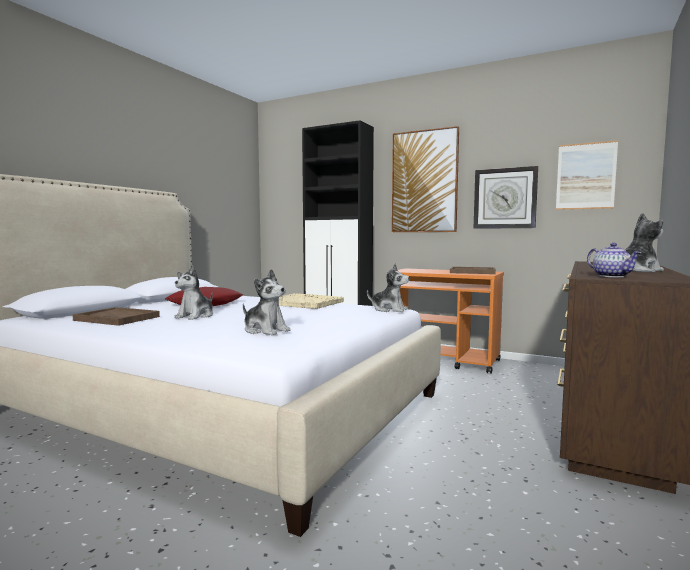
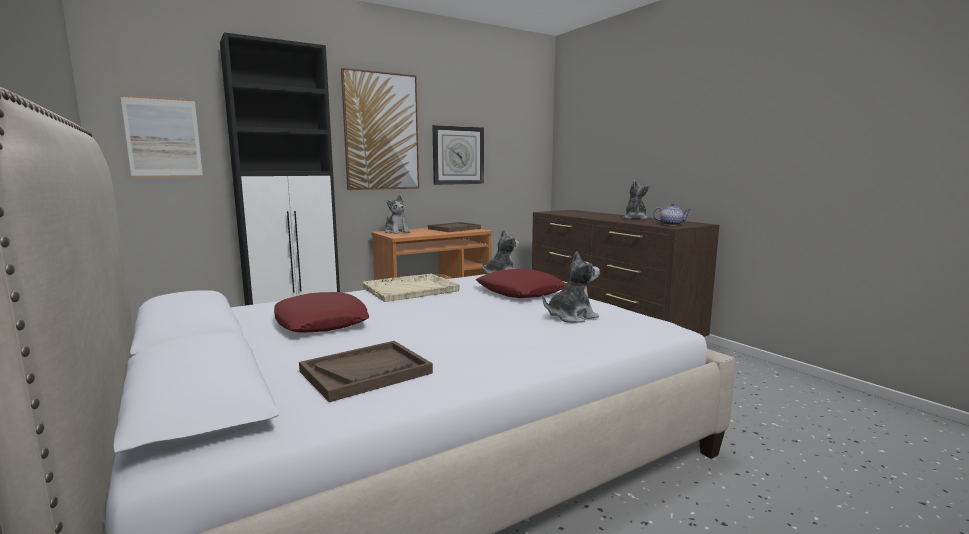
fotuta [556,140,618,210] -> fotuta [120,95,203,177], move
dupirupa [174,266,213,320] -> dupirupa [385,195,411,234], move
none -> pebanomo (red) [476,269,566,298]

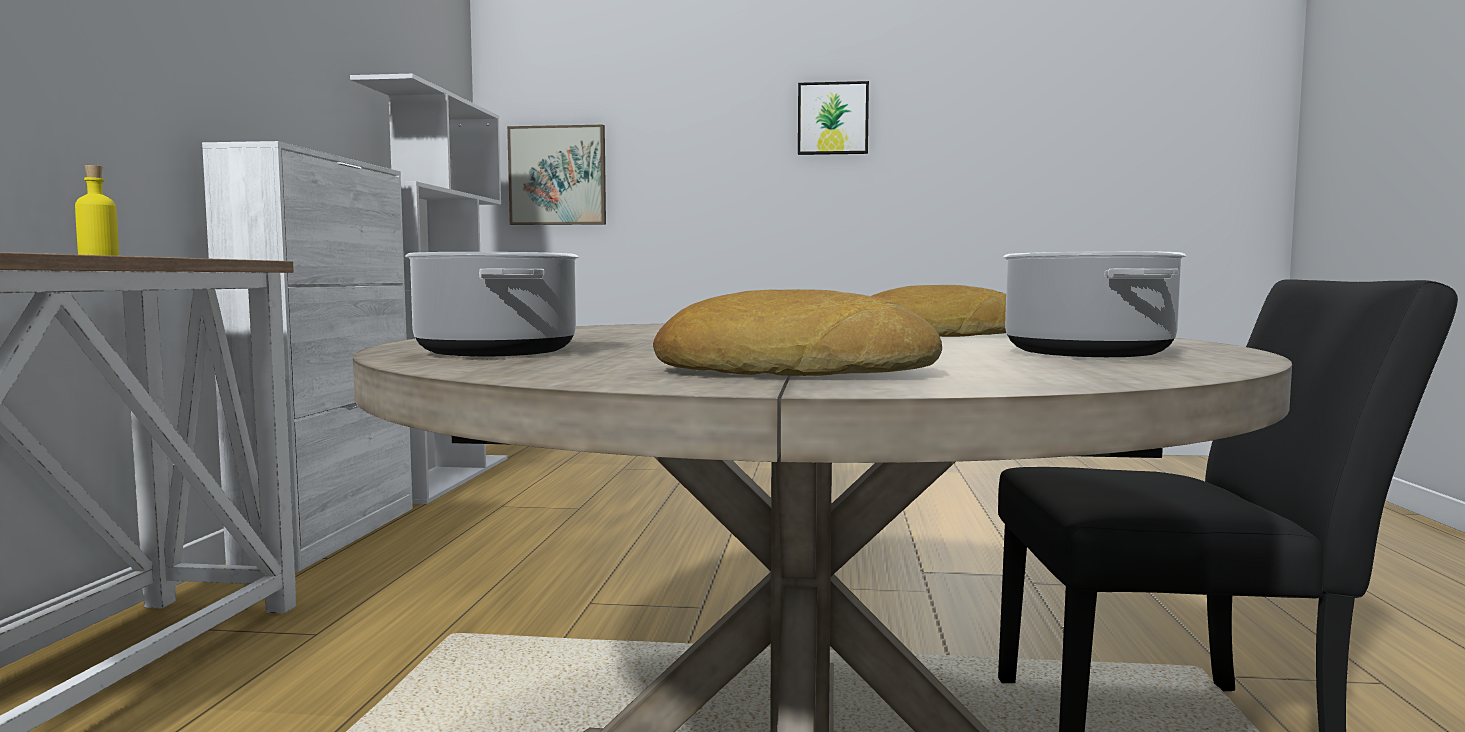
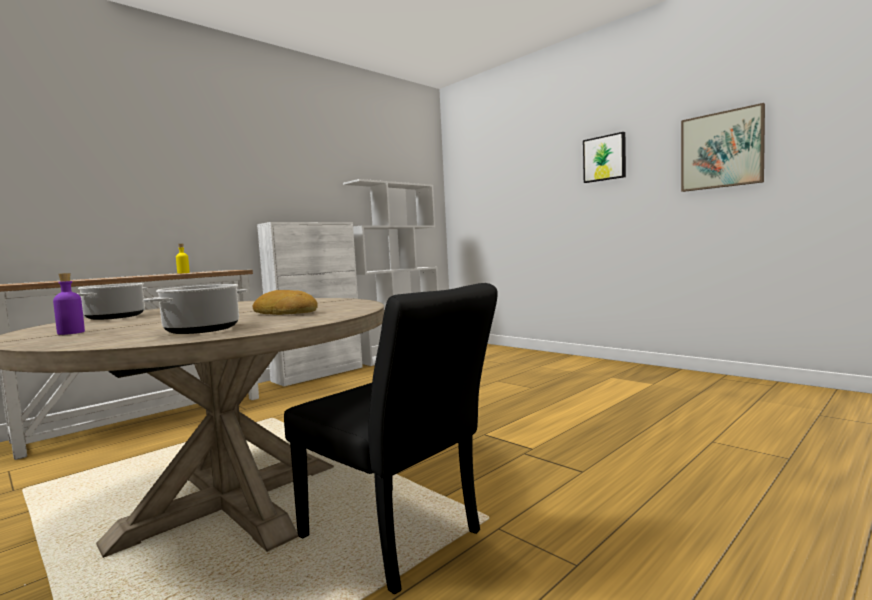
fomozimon [653,289,942,376] -> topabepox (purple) [53,273,85,335]
fotuta [507,125,606,225] -> fotuta [681,103,765,192], move

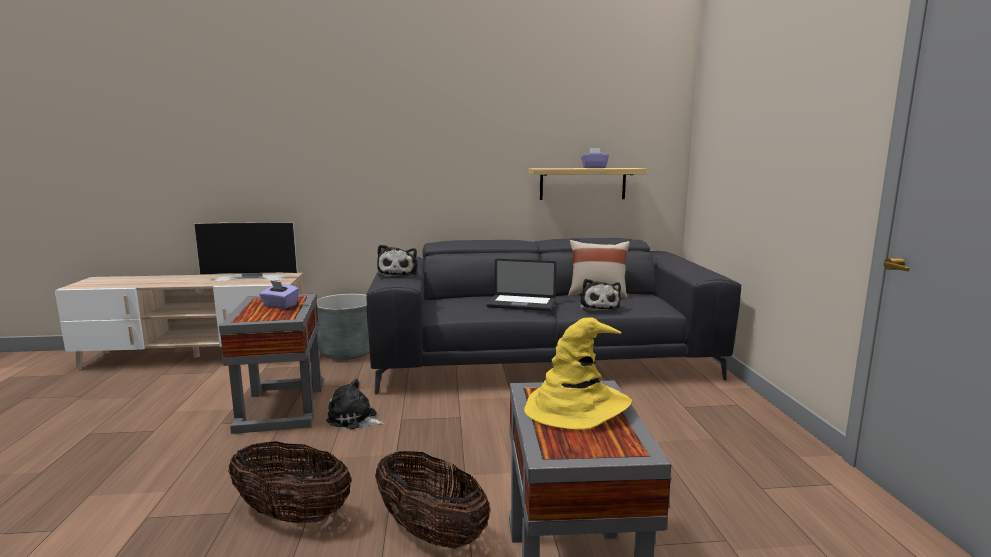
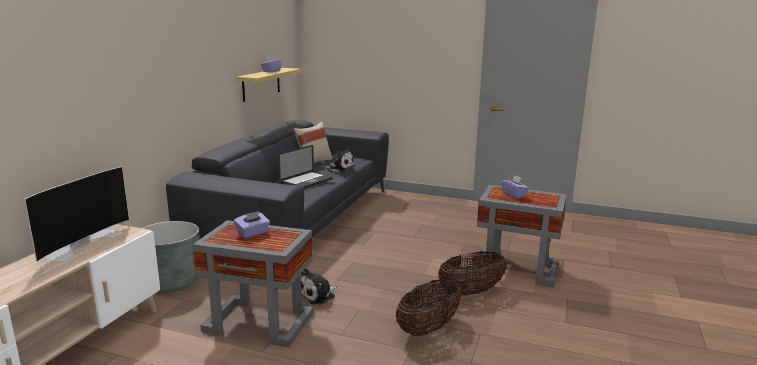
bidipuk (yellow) [524,318,632,430] -> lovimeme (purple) [501,175,529,199]
dupirupa [377,244,417,276] -> none

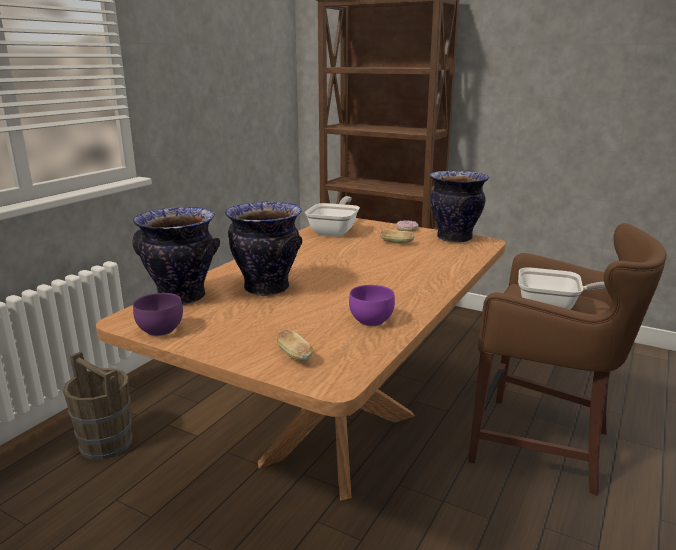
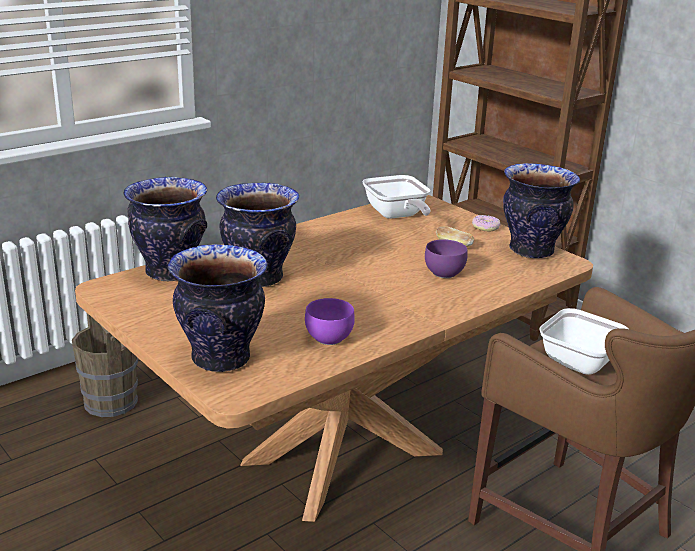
fomozimon [277,330,313,362] -> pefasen [167,244,268,372]
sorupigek [305,196,360,237] -> sorupigek [362,175,431,219], 120 degrees clockwise
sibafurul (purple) [133,293,183,336] -> sibafurul (purple) [425,239,467,278], move

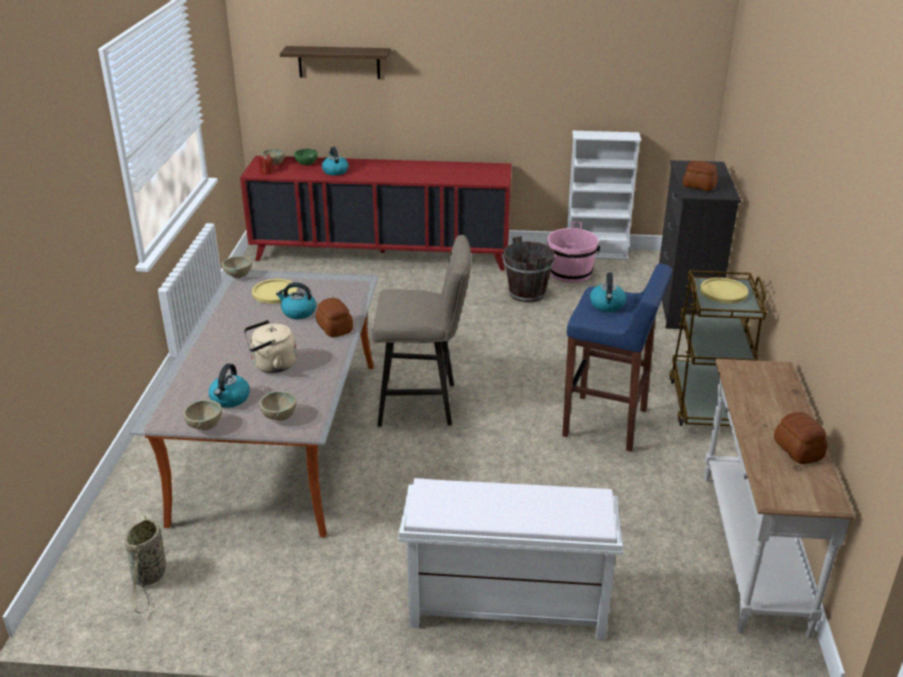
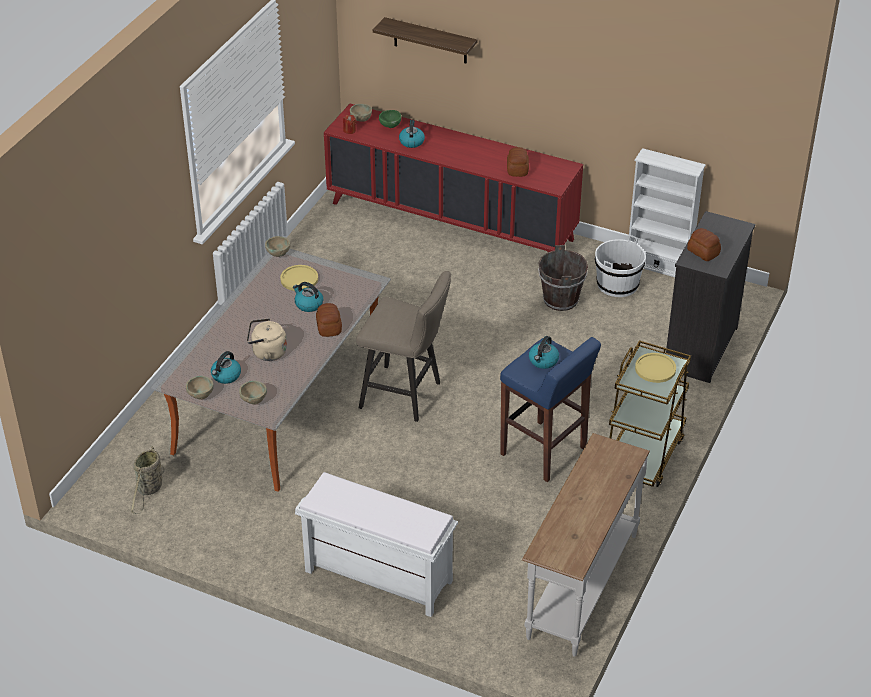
fomozimon [774,412,828,464] -> fomozimon [507,147,529,177], move
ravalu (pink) [547,222,599,283] -> ravalu (white) [595,235,646,297]

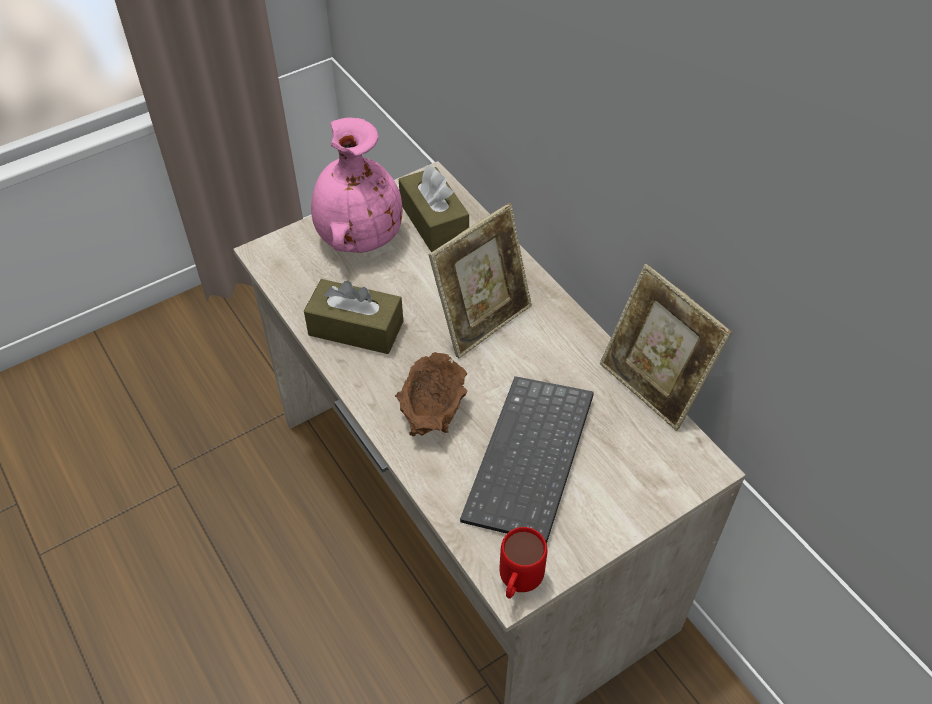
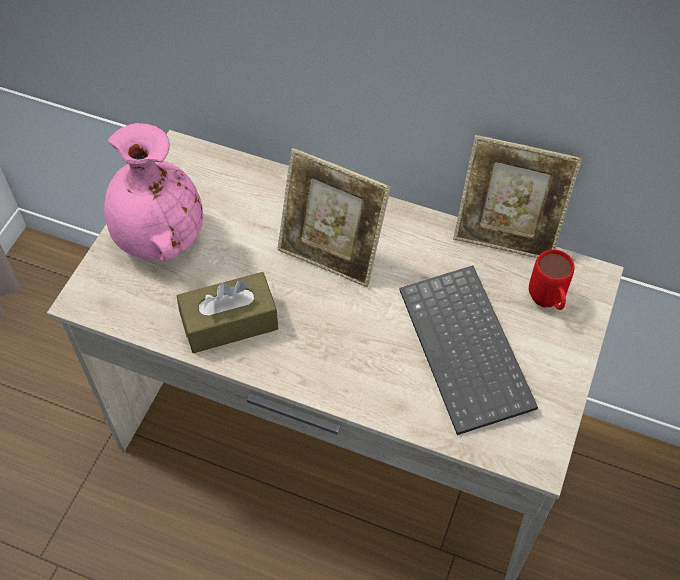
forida [429,203,532,358] -> forida [278,148,391,287], 105 degrees clockwise
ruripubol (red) [500,527,547,599] -> ruripubol (red) [529,249,574,310], move
sibafurul (brown) [395,352,467,436] -> none
lovimeme (brown) [399,165,469,252] -> none

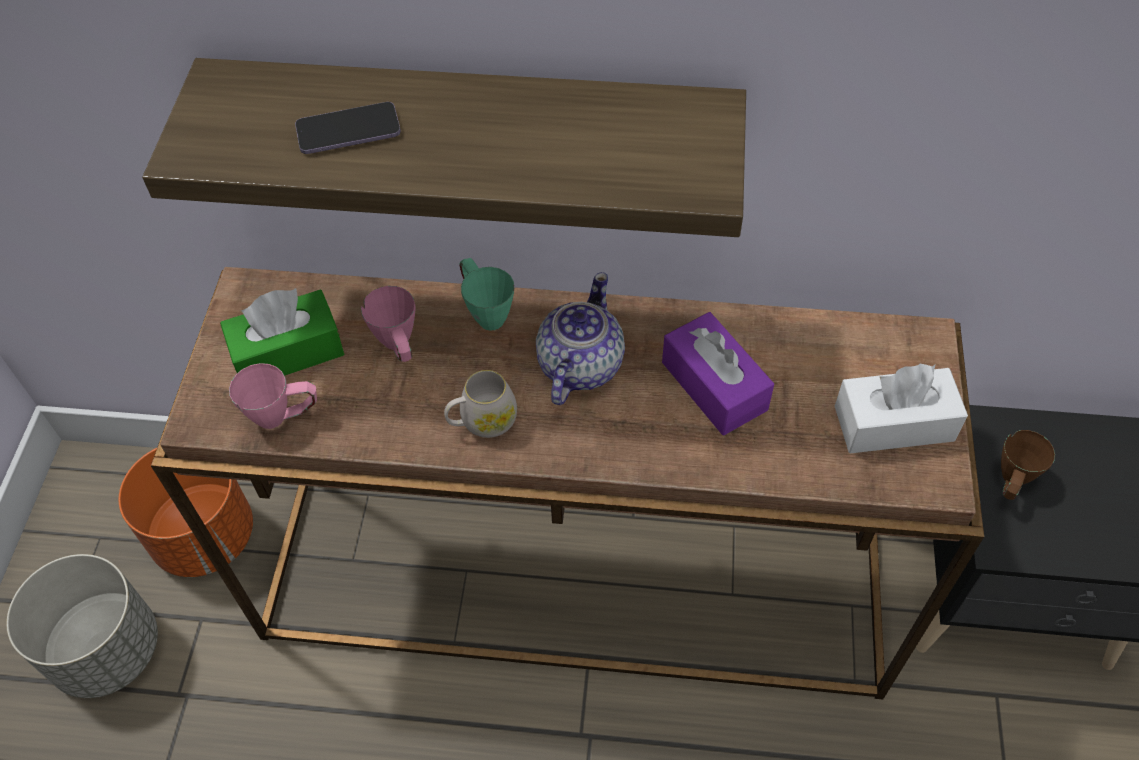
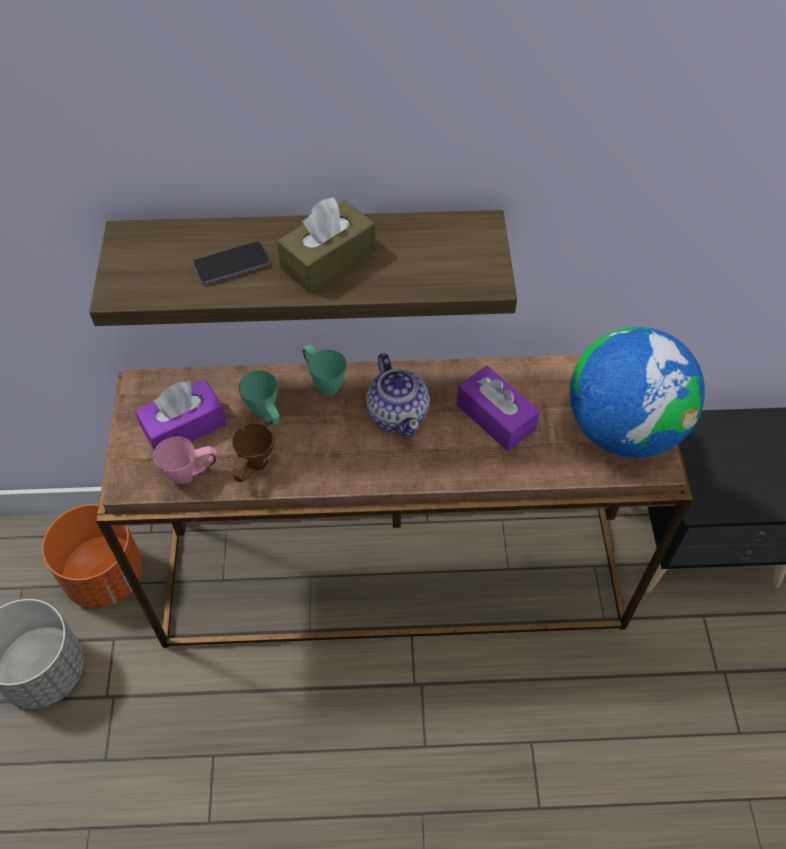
lovimeme (green) [220,288,344,376] -> lovimeme (purple) [135,379,227,451]
ruripubol (brown) [1001,430,1055,500] -> ruripubol (brown) [232,423,273,482], move
ruripubol (pink) [361,286,416,362] -> ruripubol (green) [238,371,280,424]
none -> lovimeme (brown) [277,197,375,293]
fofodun [536,272,625,405] -> fofodun [366,353,430,438], 150 degrees clockwise
lovimeme (white) [835,364,968,453] -> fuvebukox [570,327,705,458]
ruripubol (white) [444,370,517,438] -> none

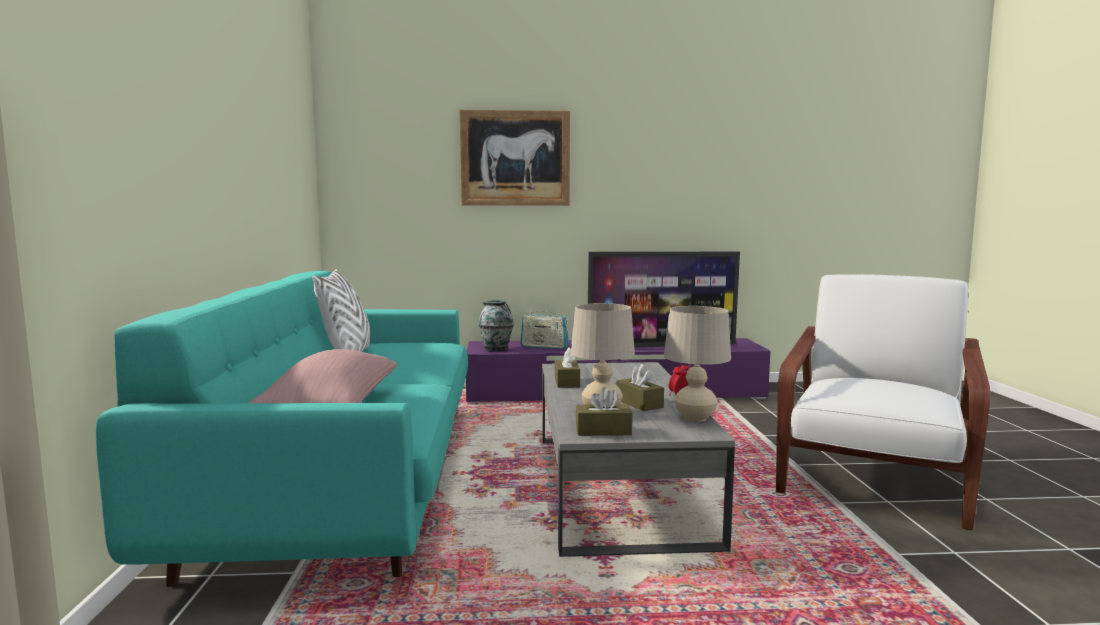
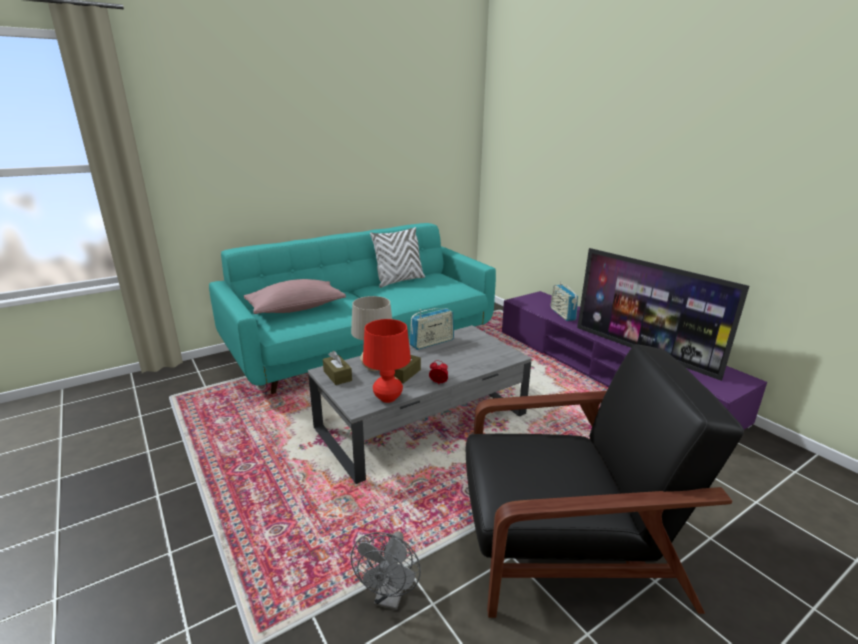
none -> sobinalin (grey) [351,531,421,610]
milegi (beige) [664,306,731,422] -> milegi (red) [363,319,411,403]
lovimeme (brown) [555,348,580,388] -> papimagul [409,308,454,350]
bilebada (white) [776,274,990,530] -> bilebada (black) [466,344,744,618]
fotuta [460,110,570,206] -> none
pefasen [478,300,514,352] -> none

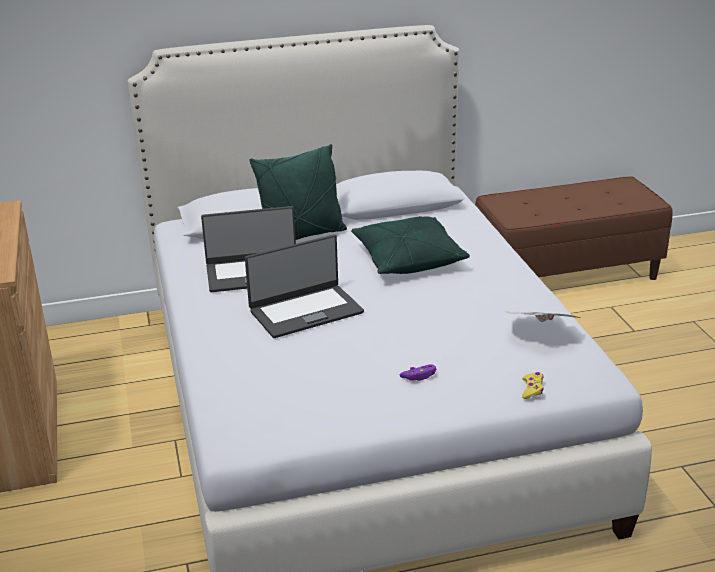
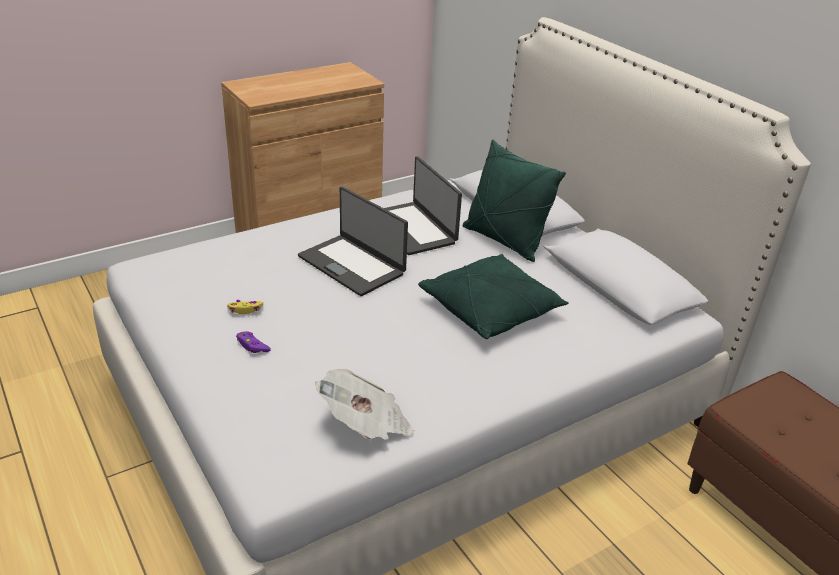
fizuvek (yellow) [522,372,544,399] -> fizuvek (yellow) [227,300,263,314], move

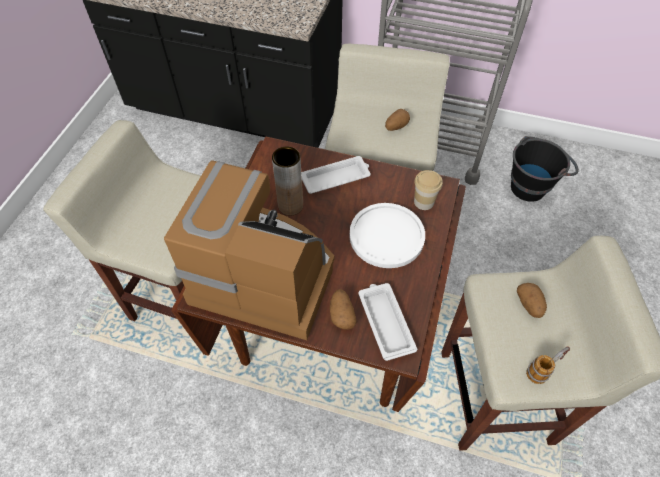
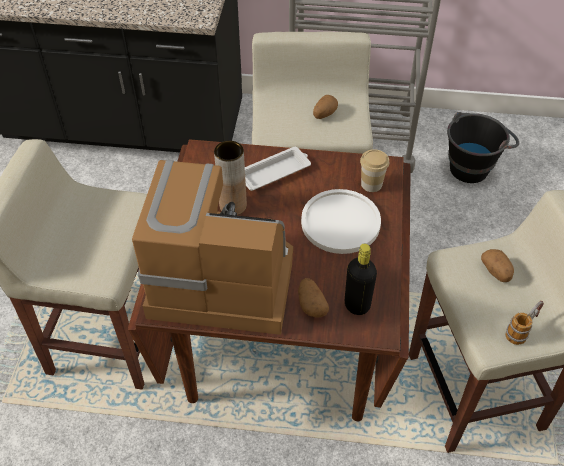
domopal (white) [358,283,417,361] -> topabepox (black) [345,244,377,315]

